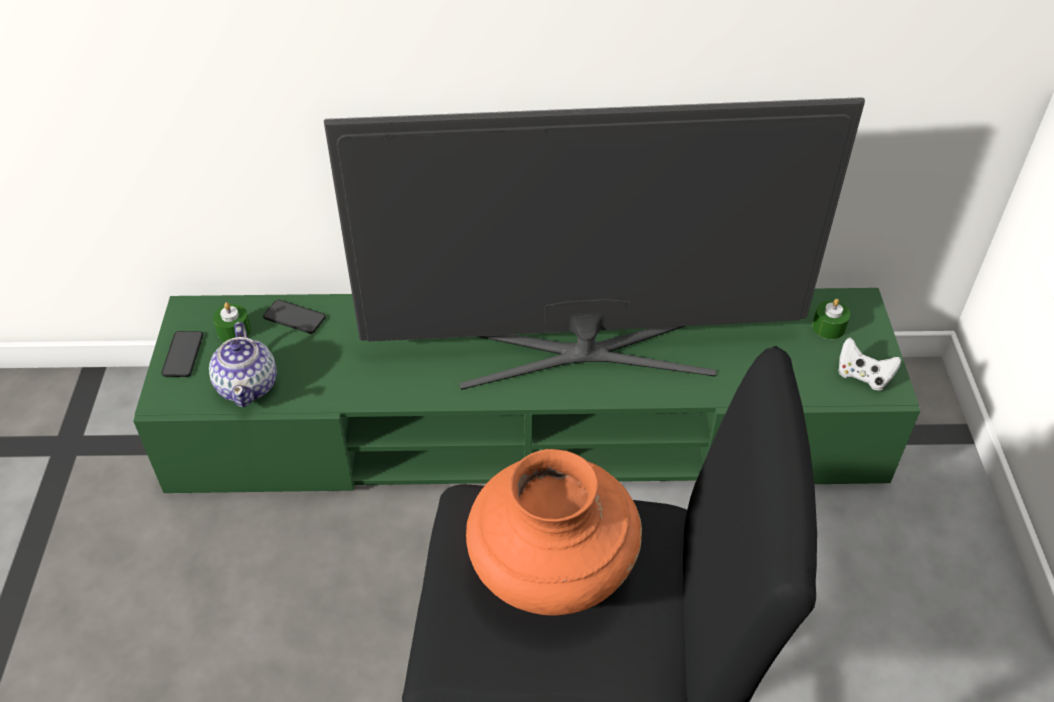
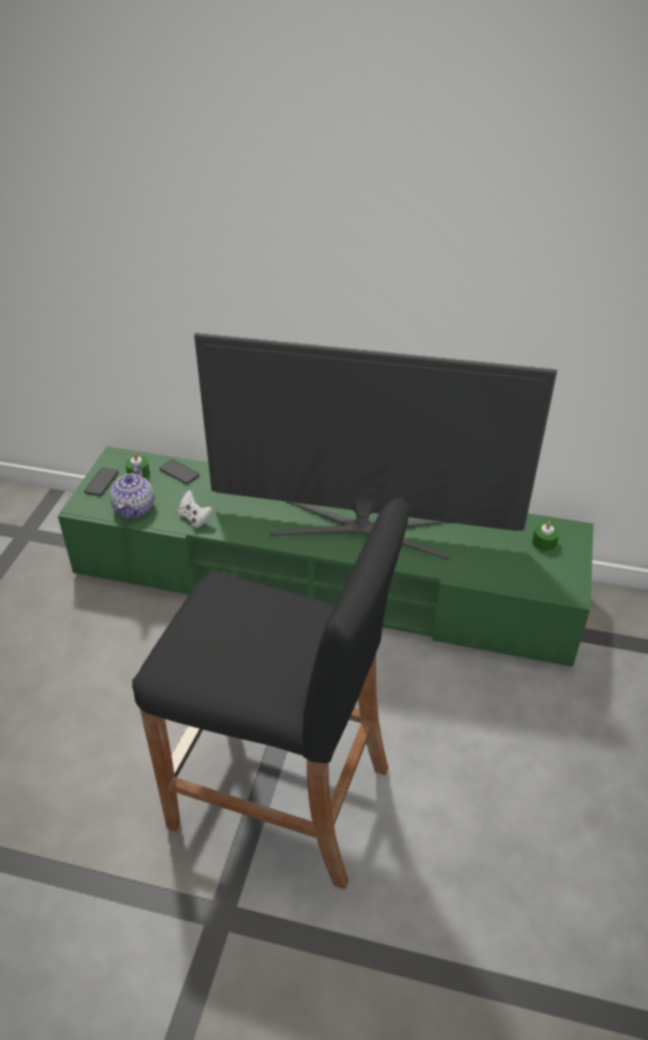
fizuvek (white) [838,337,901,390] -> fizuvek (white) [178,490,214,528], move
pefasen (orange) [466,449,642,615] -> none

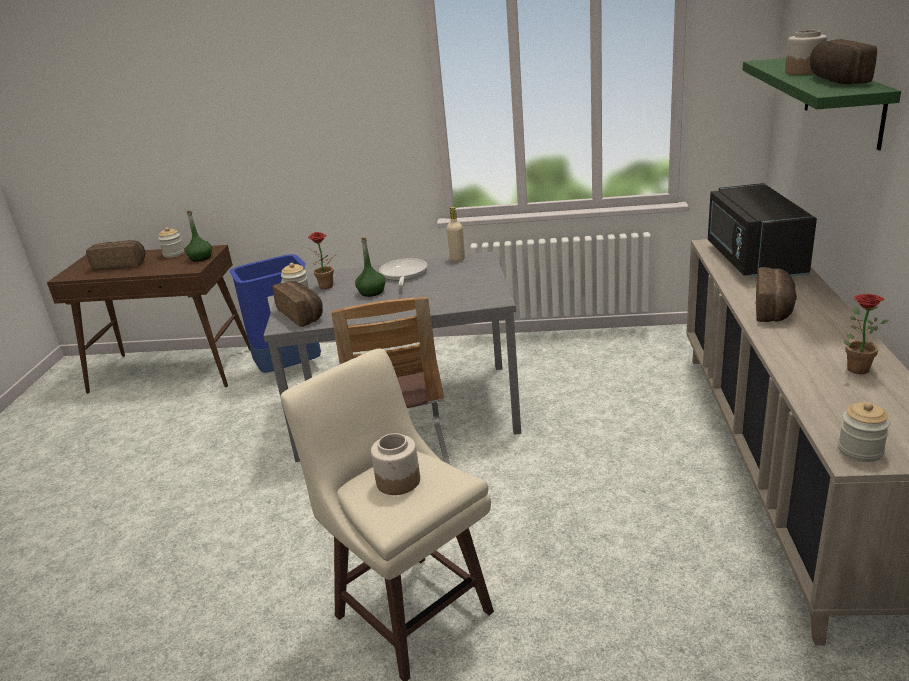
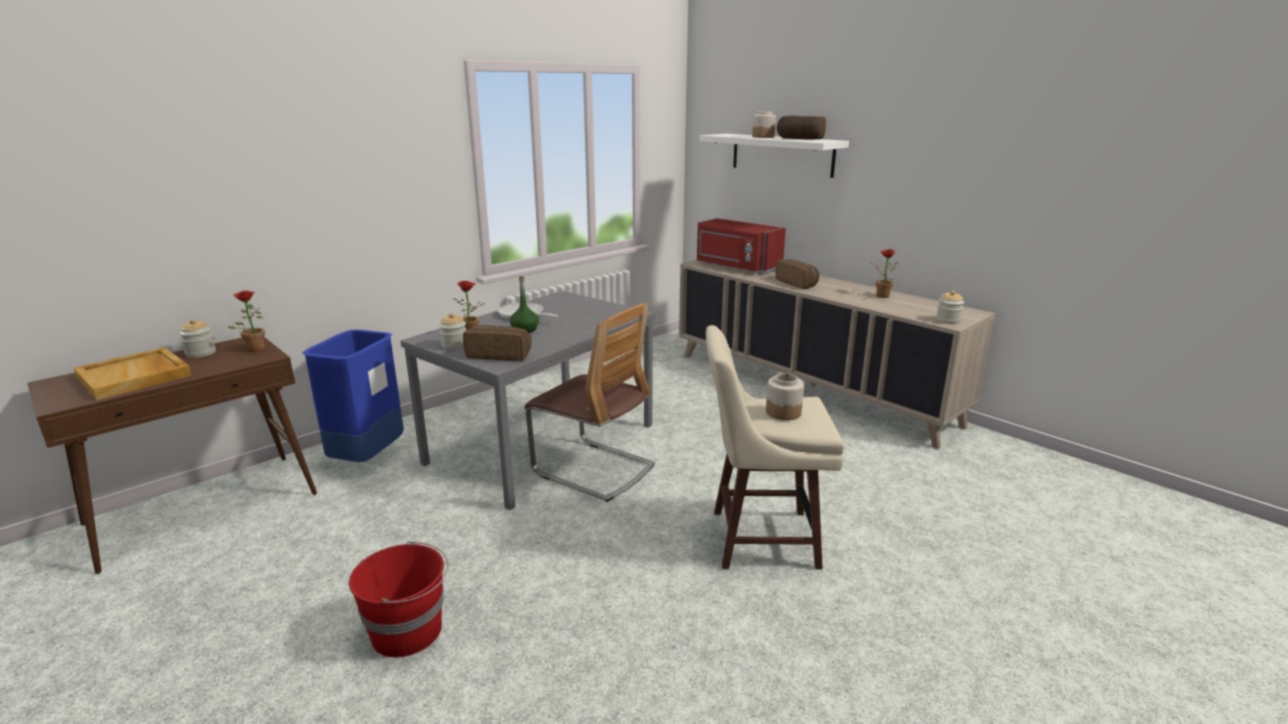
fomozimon [86,240,145,271] -> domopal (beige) [74,347,192,400]
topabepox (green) [185,210,212,262] -> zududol [228,291,265,352]
none -> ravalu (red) [349,541,448,657]
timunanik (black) [708,183,817,277] -> timunanik (red) [697,218,786,273]
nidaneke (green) [742,58,901,150] -> nidaneke (white) [699,134,849,178]
topabepox (beige) [447,207,465,262] -> none

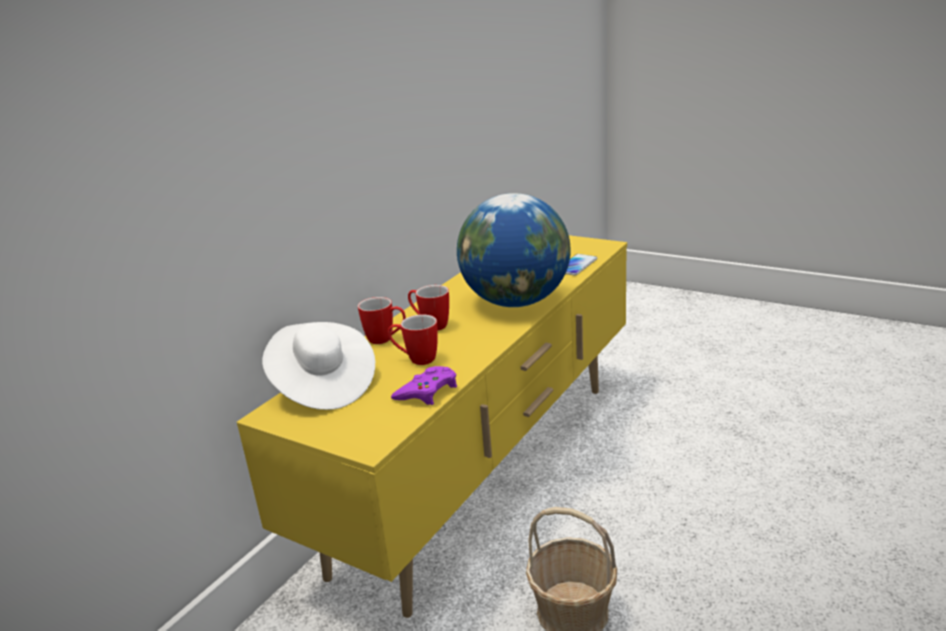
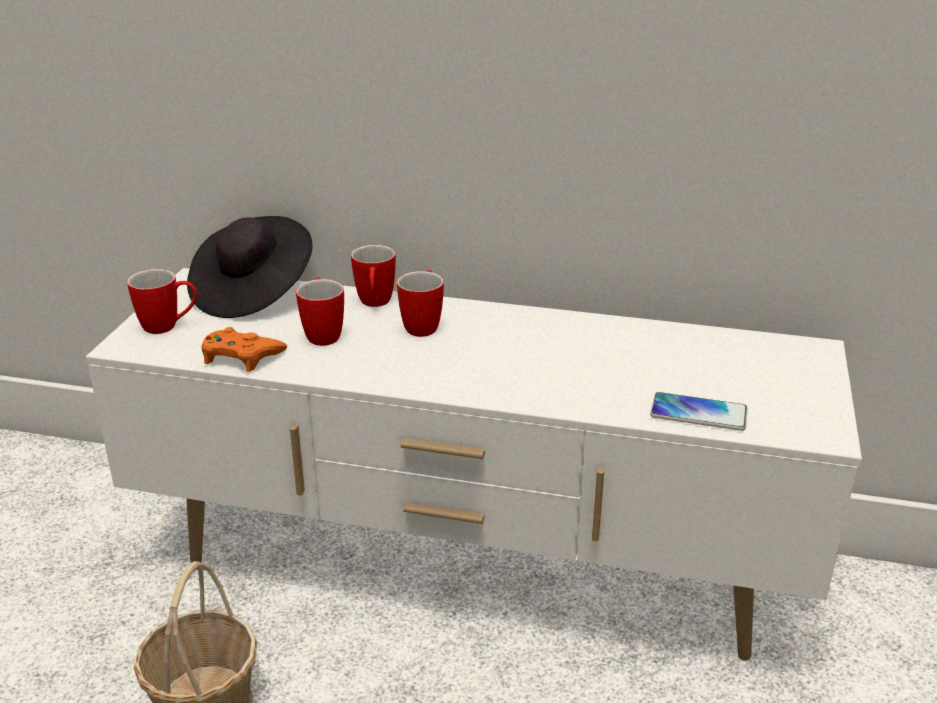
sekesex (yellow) [237,235,627,618] -> sekesex (white) [86,268,862,661]
none -> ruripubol [127,269,197,334]
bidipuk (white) [262,322,375,410] -> bidipuk (black) [187,216,313,318]
fizuvek (purple) [391,366,457,405] -> fizuvek (orange) [202,327,287,372]
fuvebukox [457,193,571,307] -> none

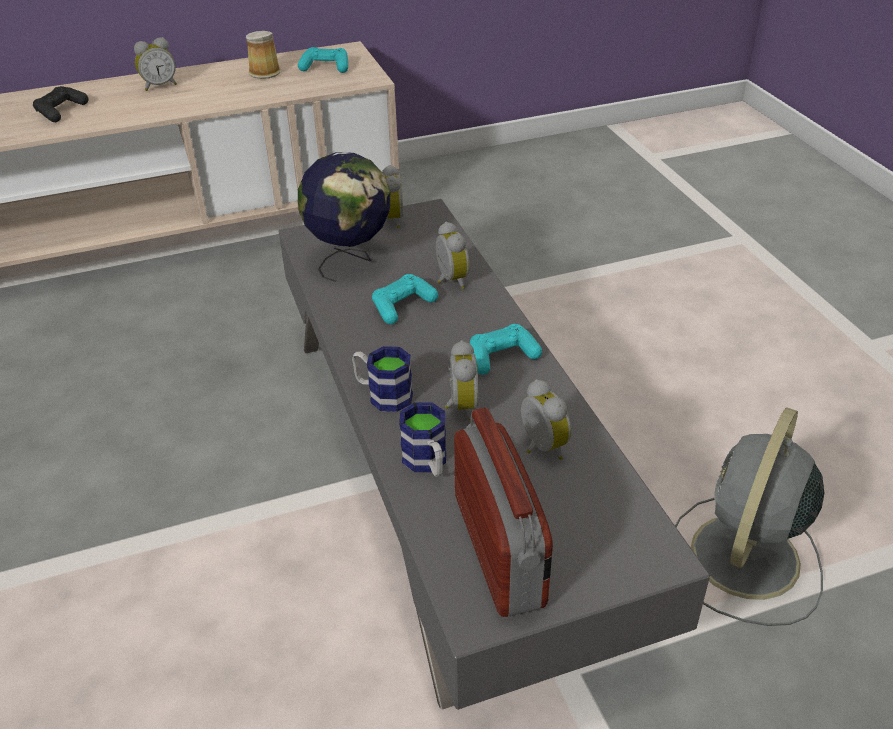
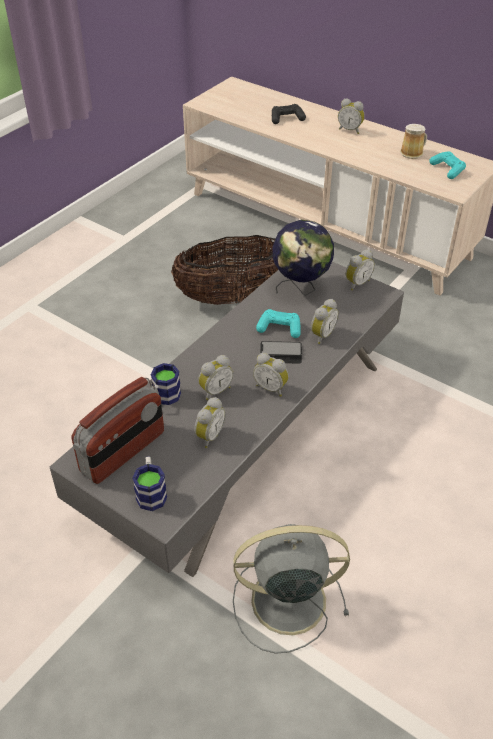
ruripubol [352,346,413,412] -> ruripubol [132,456,167,511], move
none -> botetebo [171,235,279,305]
fizuvek (turquoise) [470,324,542,375] -> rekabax [253,353,289,397]
none -> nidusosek [260,341,302,364]

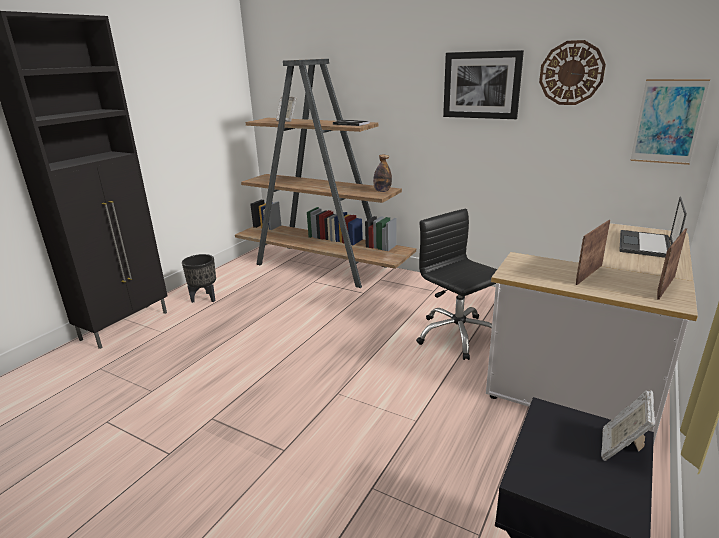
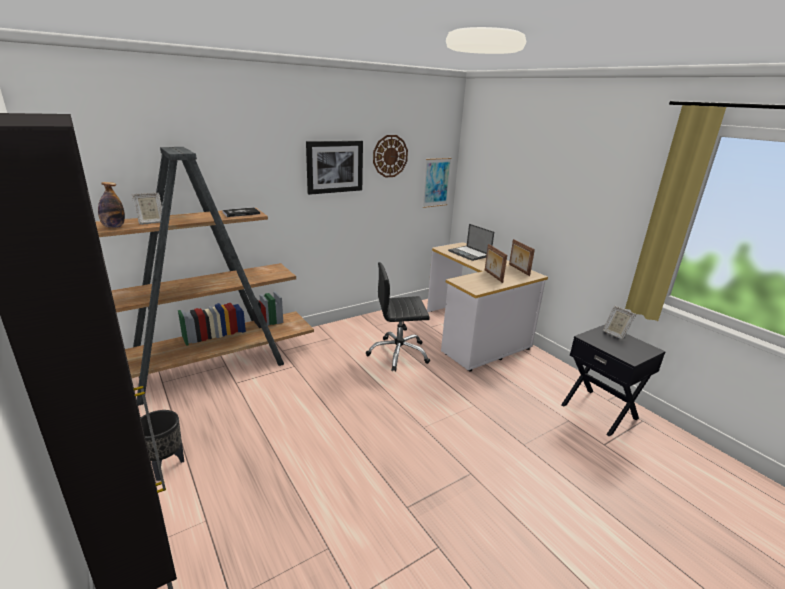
topabepox [373,155,392,192] -> topabepox [98,182,125,228], move

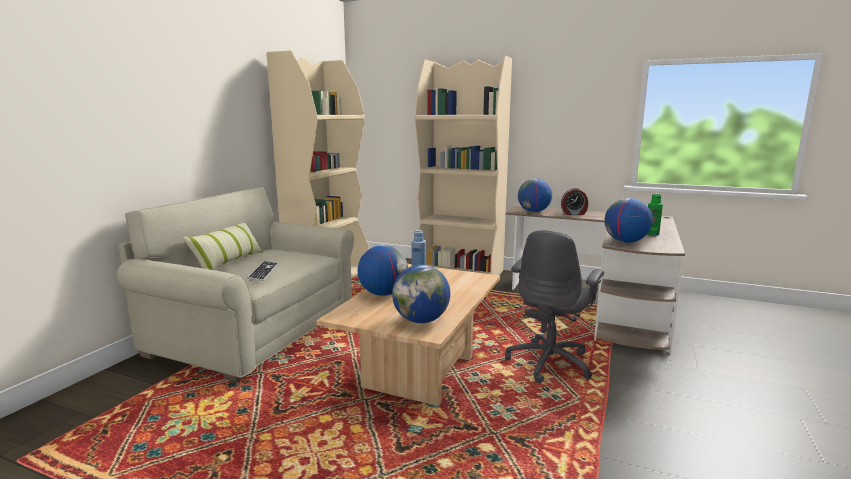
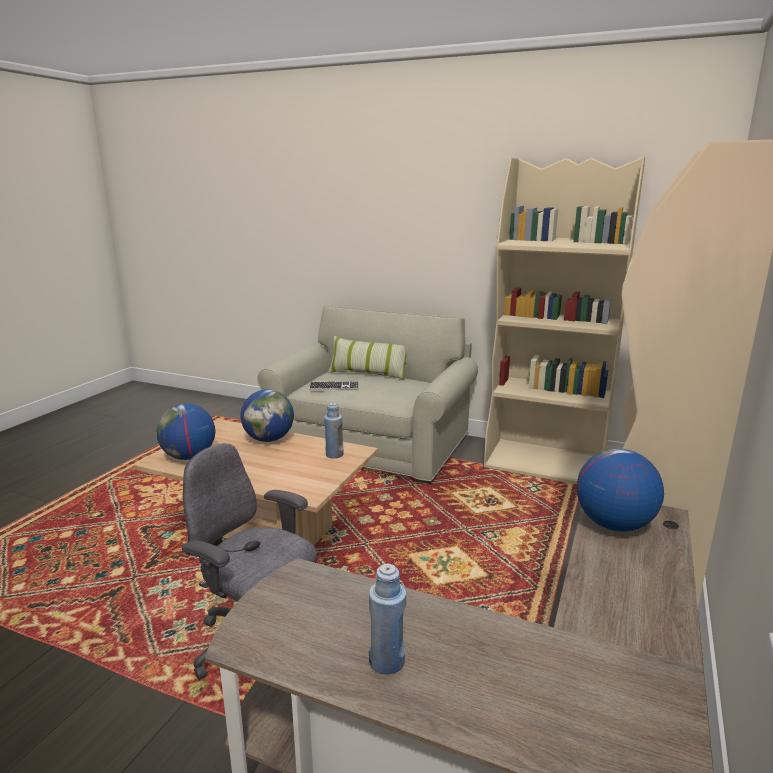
topabepox (green) [647,193,663,236] -> topabepox (blue) [369,564,406,674]
rekabax [561,188,588,215] -> none
fuvebukox [604,198,653,243] -> none

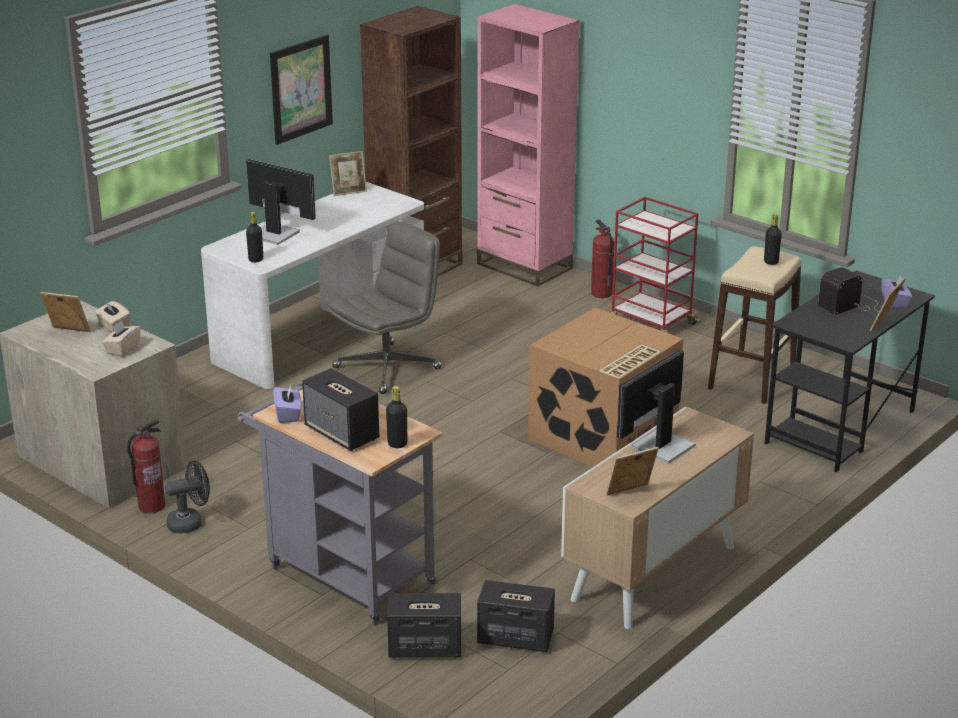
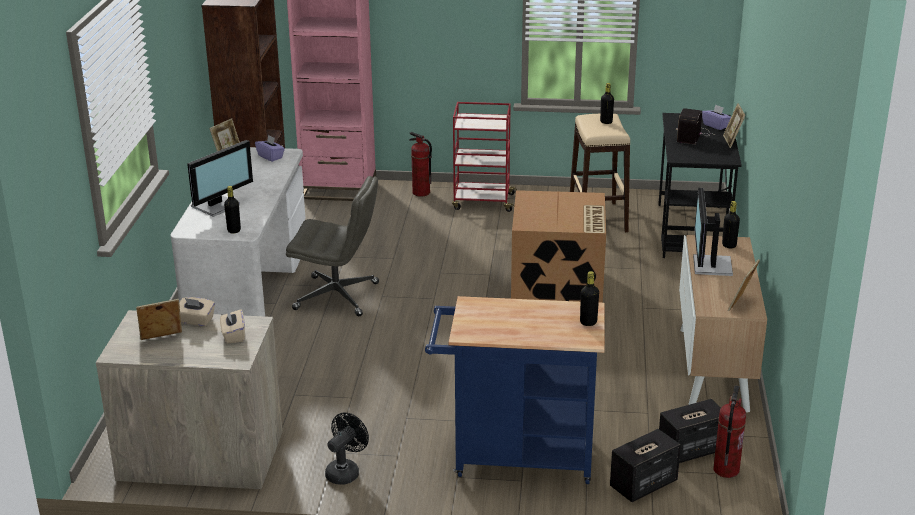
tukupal [246,159,316,245] -> tukupal [187,140,253,217], 135 degrees clockwise
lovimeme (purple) [273,384,301,423] -> lovimeme (purple) [255,135,285,162], move
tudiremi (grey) [328,222,442,394] -> tudiremi (grey) [286,176,379,316], 90 degrees clockwise
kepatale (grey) [237,381,443,625] -> kepatale (blue) [425,296,605,484]
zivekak [127,419,165,513] -> zivekak [714,385,746,478], move
none -> topabepox (black) [722,201,740,248]
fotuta [270,35,333,145] -> none
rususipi [302,368,379,451] -> none

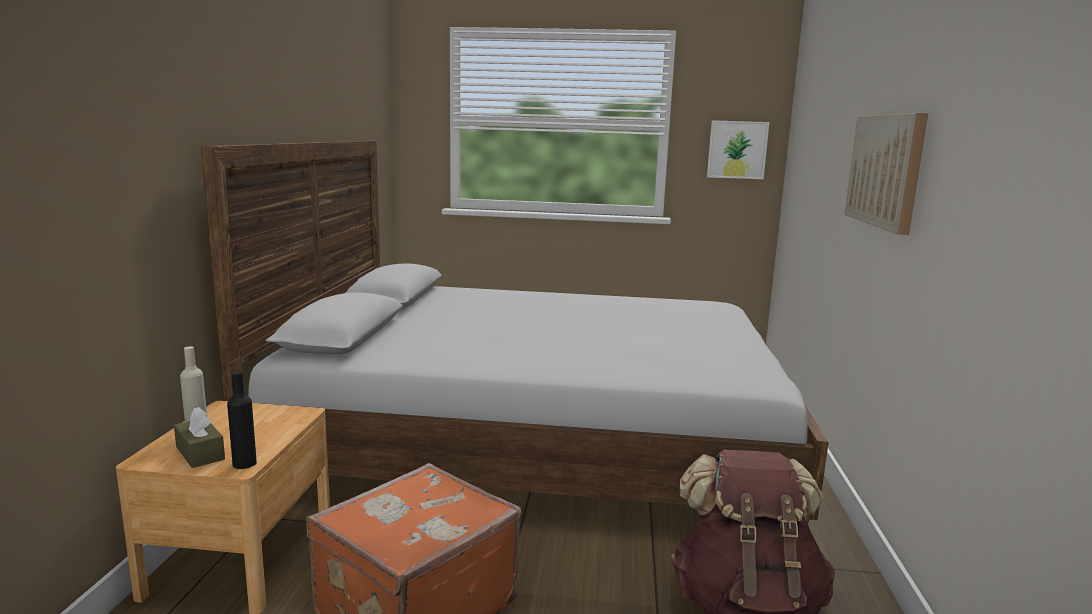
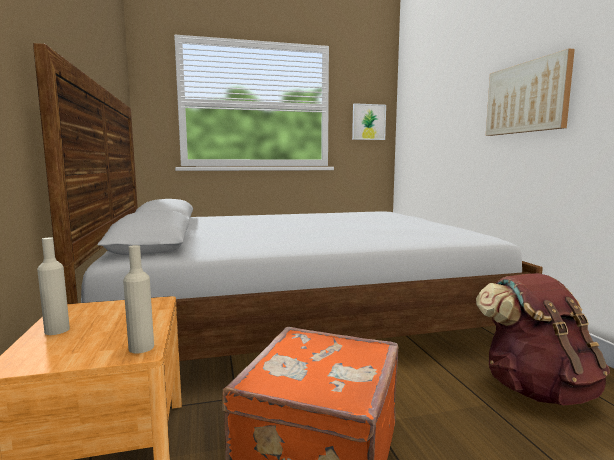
topabepox (black) [227,371,257,469] -> topabepox (beige) [123,245,154,353]
lovimeme (brown) [174,407,225,468] -> none

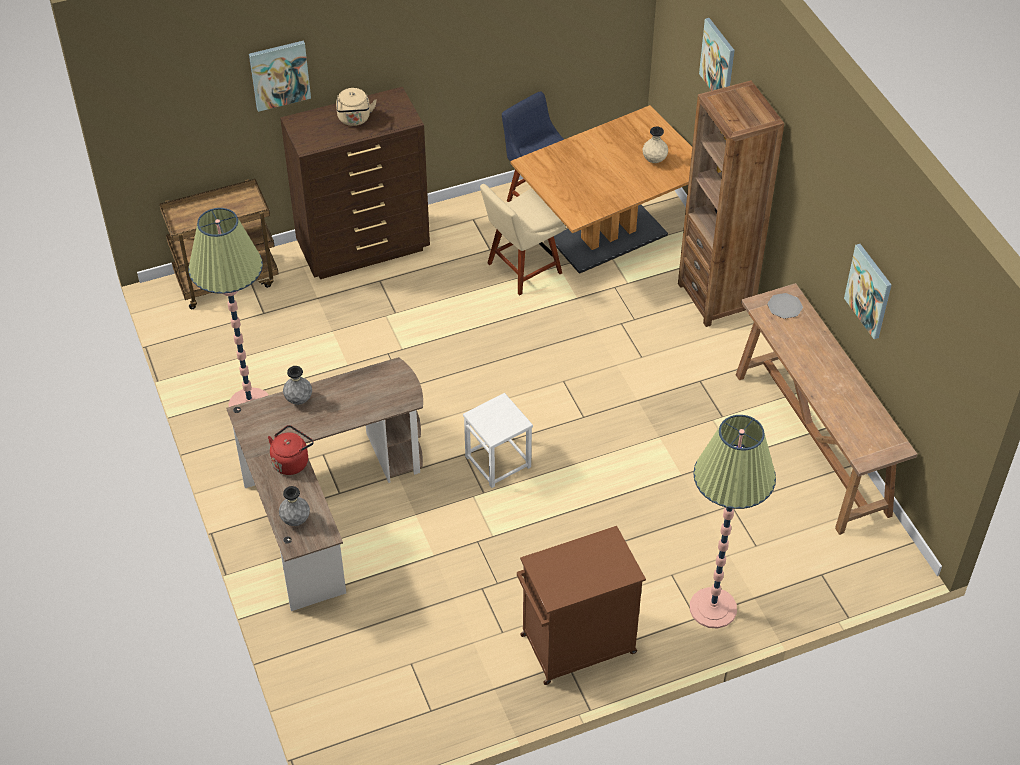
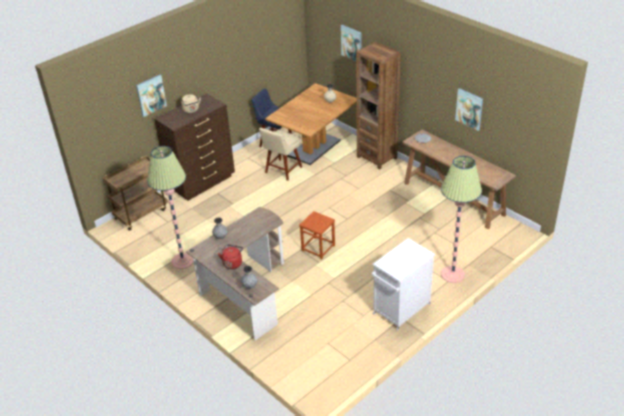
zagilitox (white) [463,393,533,488] -> zagilitox (brown) [299,211,335,259]
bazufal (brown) [517,526,646,685] -> bazufal (white) [371,238,435,331]

